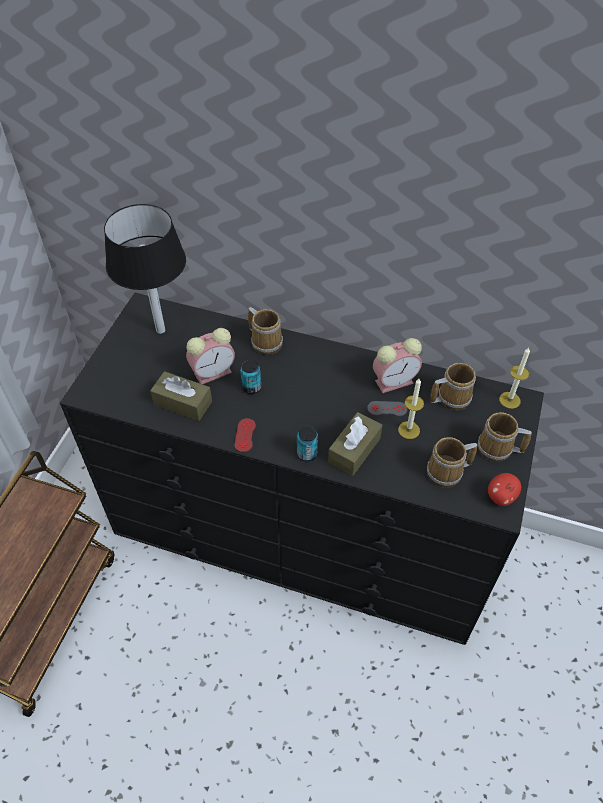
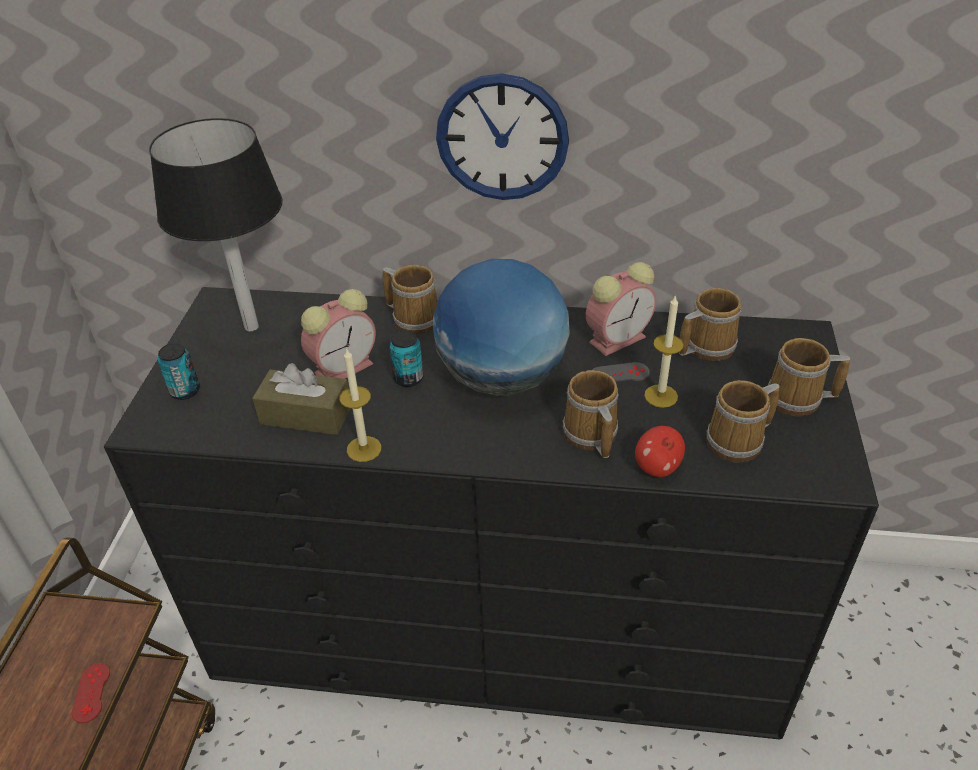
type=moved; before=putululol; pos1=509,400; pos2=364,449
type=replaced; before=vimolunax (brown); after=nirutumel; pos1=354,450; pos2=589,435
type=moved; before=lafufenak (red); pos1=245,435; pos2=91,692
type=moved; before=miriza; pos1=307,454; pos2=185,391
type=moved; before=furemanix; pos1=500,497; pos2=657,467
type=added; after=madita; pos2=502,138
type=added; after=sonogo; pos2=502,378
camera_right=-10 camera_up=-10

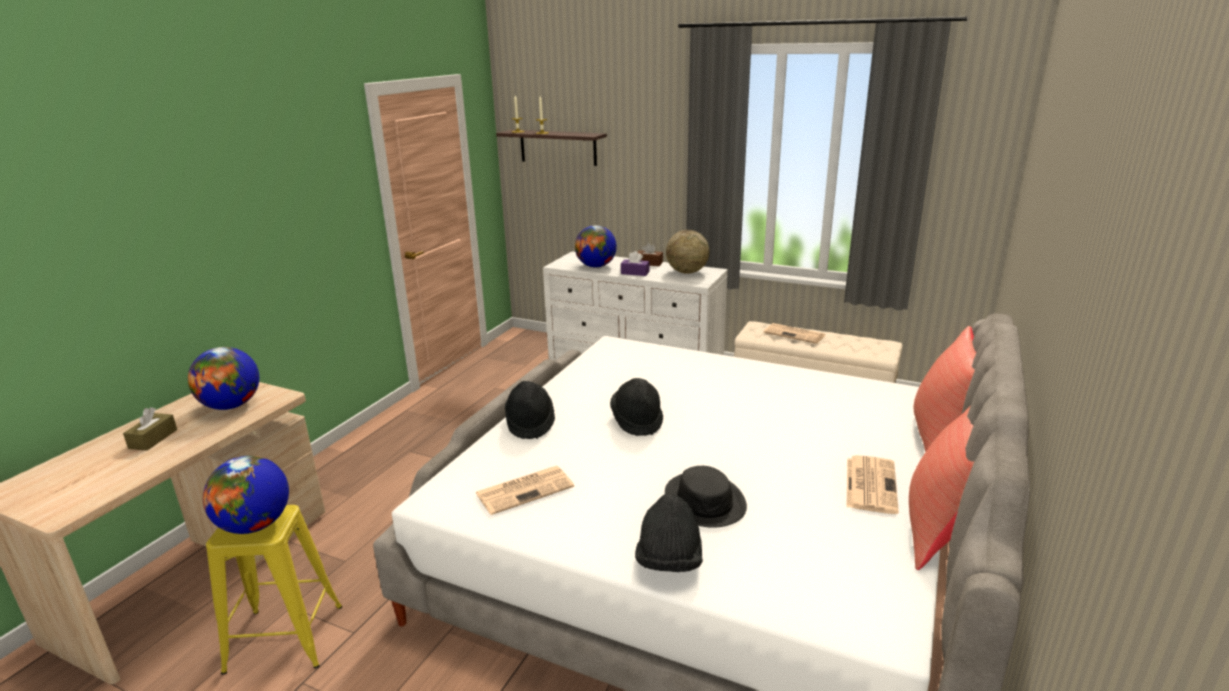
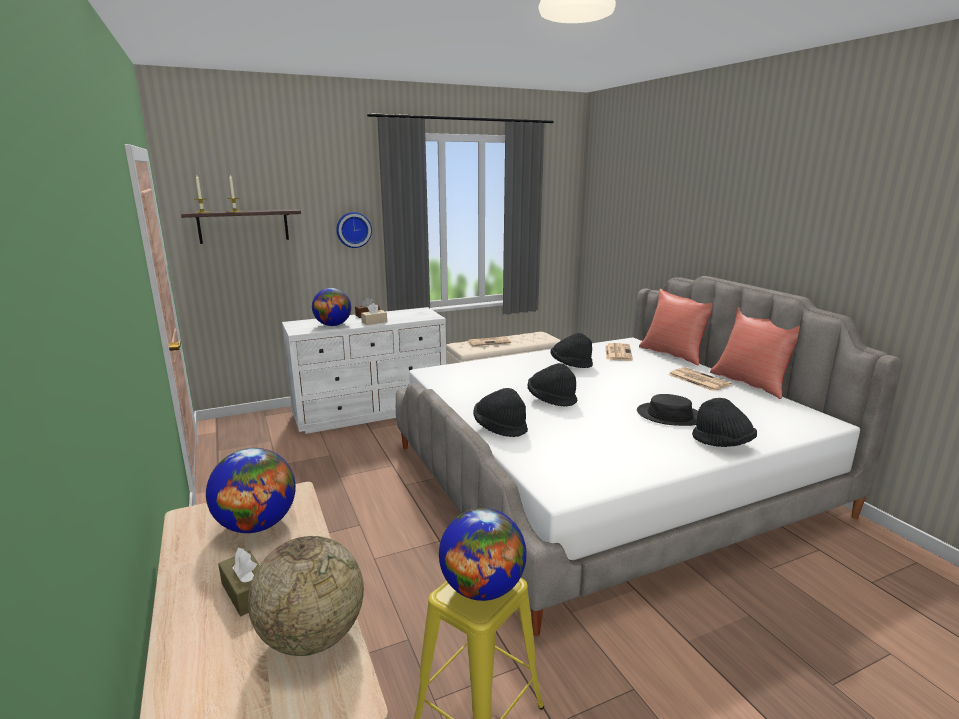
type=moved; before=sonogo; pos1=687,272; pos2=312,637
type=recoloured; before=vimolunax (purple); after=vimolunax (beige); pos1=635,273; pos2=374,322
type=moved; before=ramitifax; pos1=525,489; pos2=617,352
type=added; after=madita; pos2=353,229
type=added; after=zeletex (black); pos2=570,365
camera_right=-50 camera_up=-5

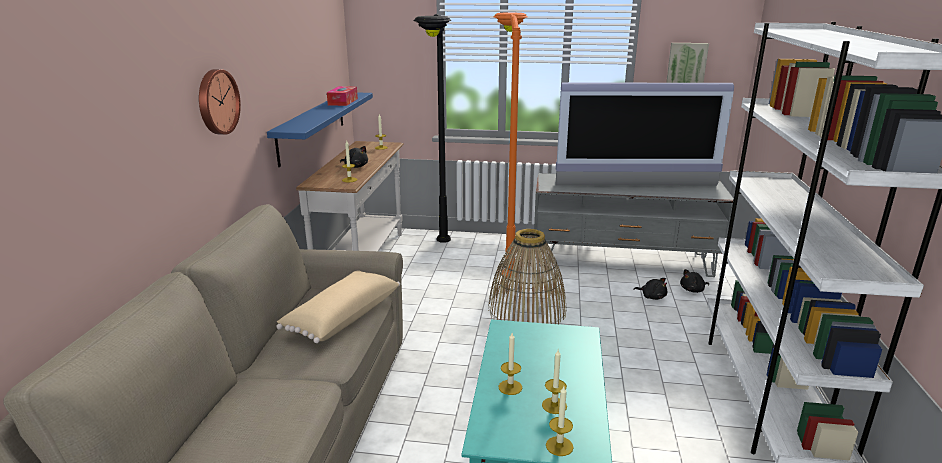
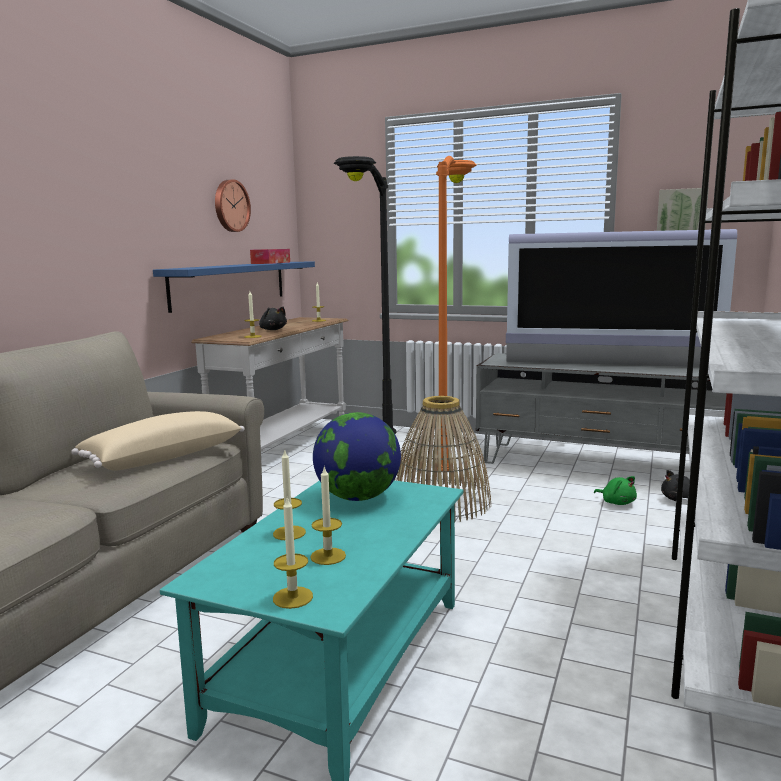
type=moved; before=madita; pos1=216,102; pos2=230,206
type=recoloured; before=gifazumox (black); after=gifazumox (green); pos1=652,297; pos2=617,502
type=added; after=sonogo; pos2=358,497
camera_right=15 camera_up=-10

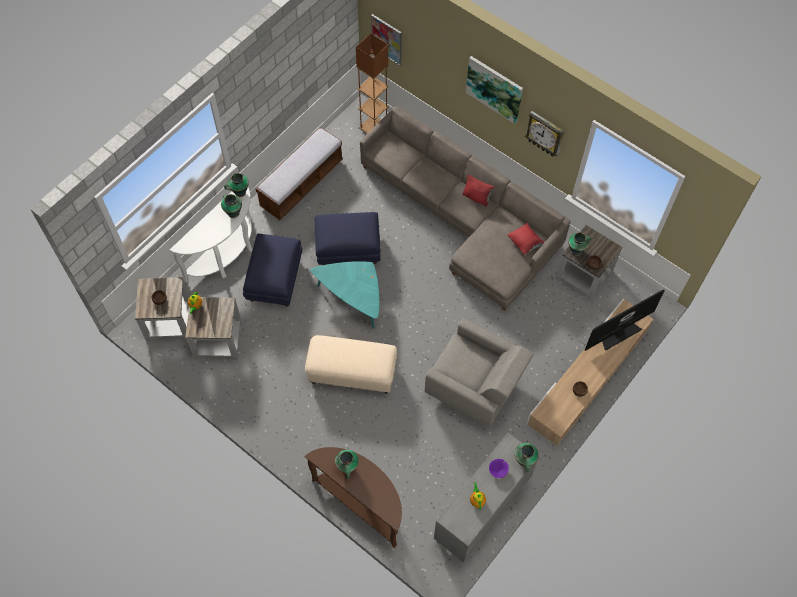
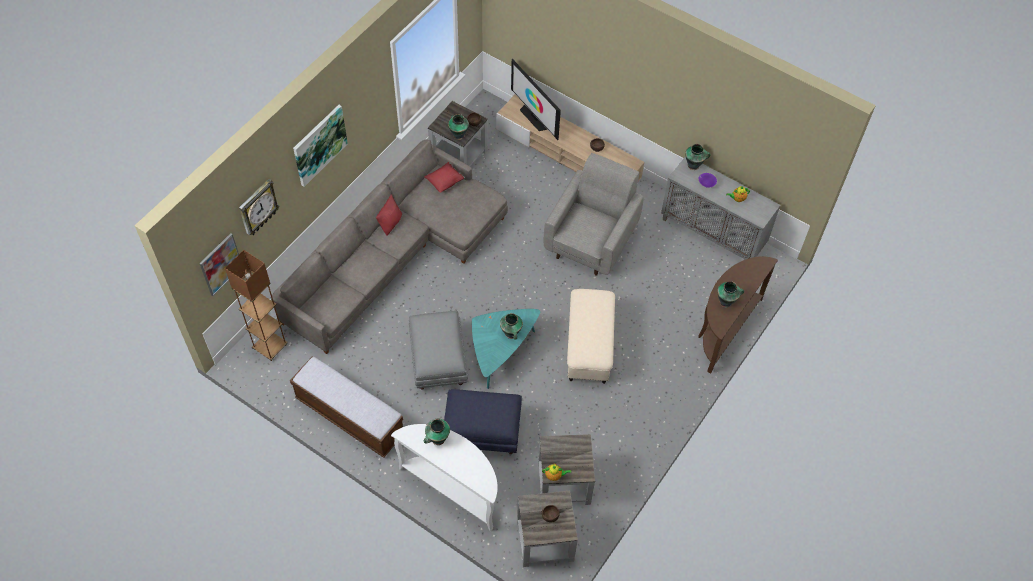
type=moved; before=madita; pos1=545,134; pos2=257,207
type=moved; before=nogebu; pos1=239,192; pos2=511,334
type=recoloured; before=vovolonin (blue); after=vovolonin (grey); pos1=347,249; pos2=438,362
camera_right=-95 camera_up=-5

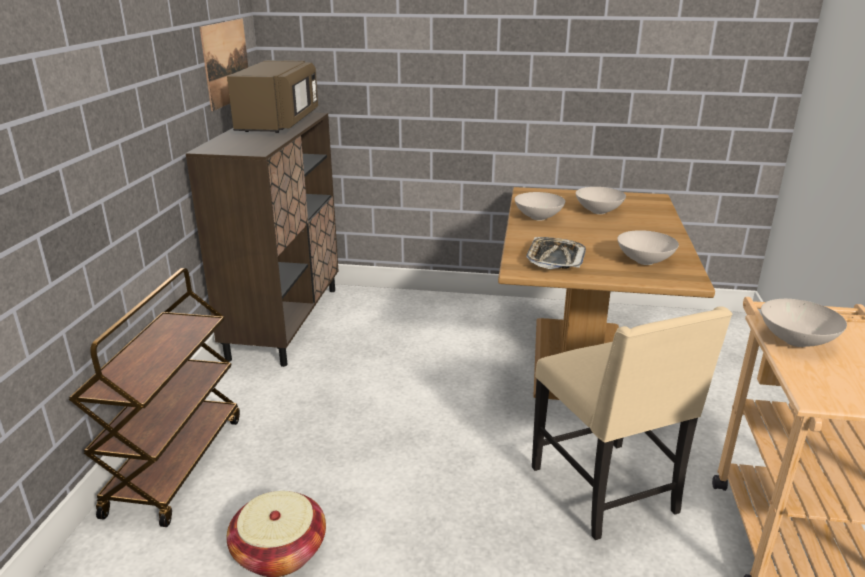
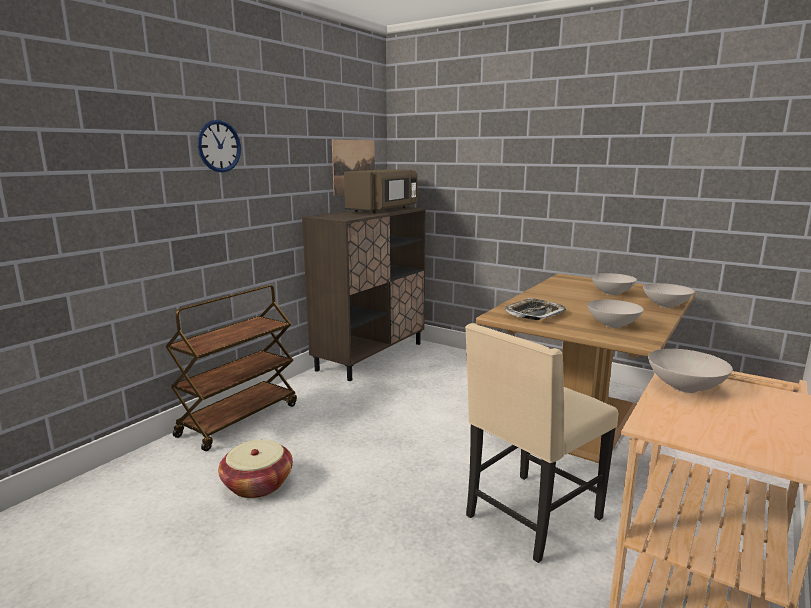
type=moved; before=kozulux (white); pos1=538,218; pos2=665,305
type=turned; before=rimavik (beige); pos1=607,491; pos2=530,517; turn=45
type=added; after=madita; pos2=219,146
camera_right=25 camera_up=-10

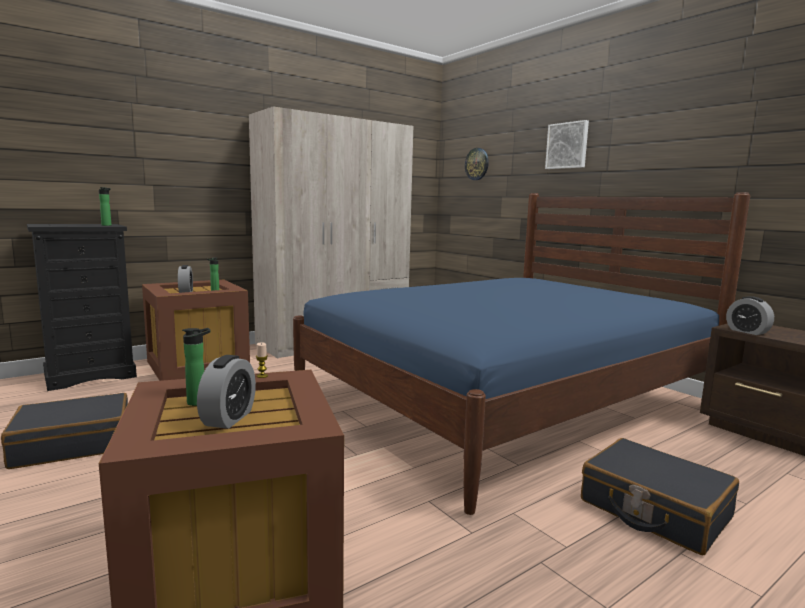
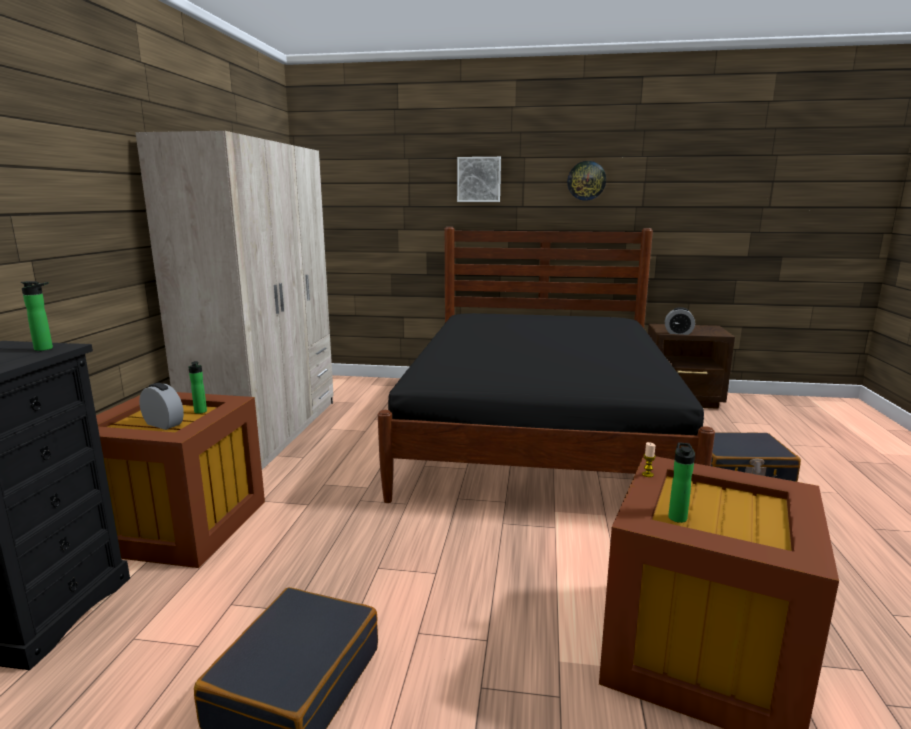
type=moved; before=madita; pos1=477,164; pos2=586,180
type=recoloured; before=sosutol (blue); after=sosutol (black); pos1=505,400; pos2=537,435
type=removed; before=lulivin; pos1=228,418
camera_right=-45 camera_up=5

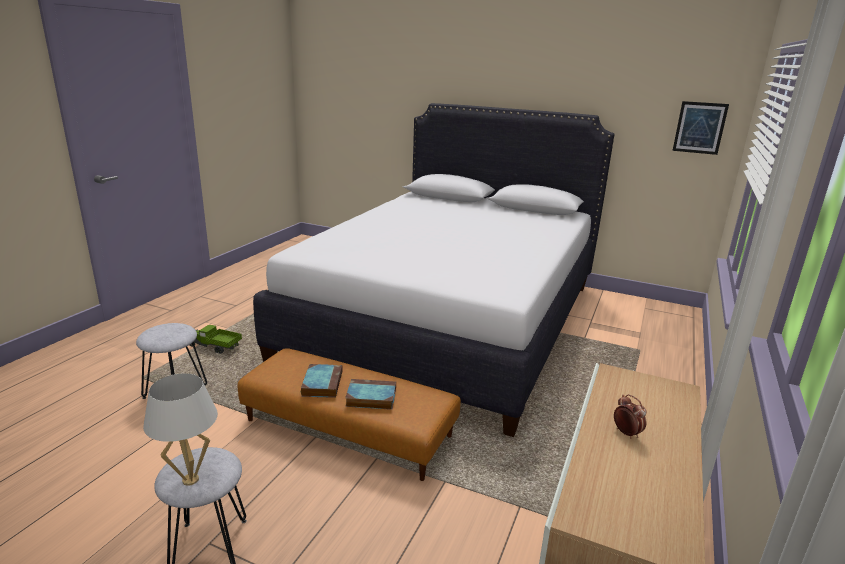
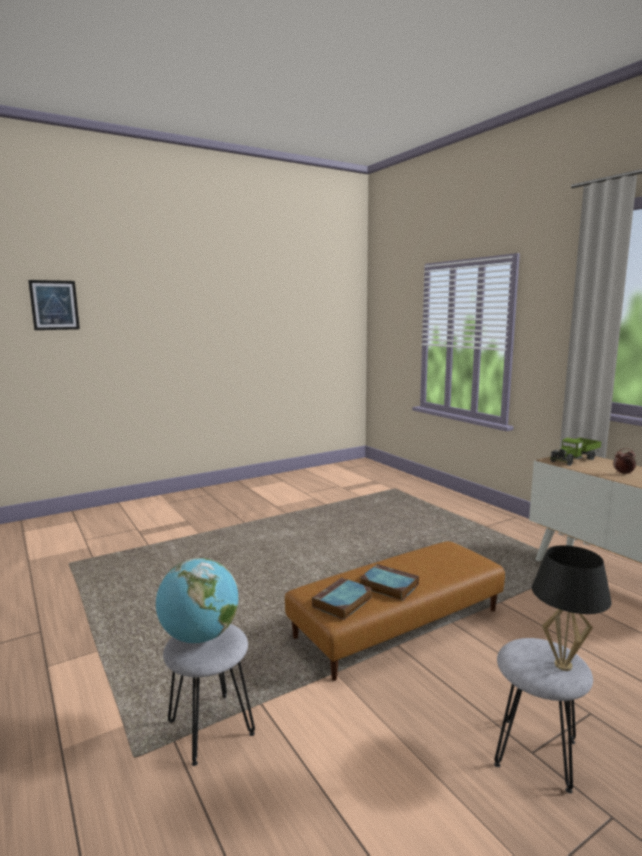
type=moved; before=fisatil; pos1=699,128; pos2=54,305
type=removed; before=sosutol (white); pos1=449,319
type=moved; before=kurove; pos1=214,347; pos2=574,459
type=recoloured; before=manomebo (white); after=manomebo (black); pos1=190,479; pos2=562,665
type=moved; before=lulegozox; pos1=370,398; pos2=342,603
type=added; after=sonogo; pos2=199,637
camera_right=-55 camera_up=-10

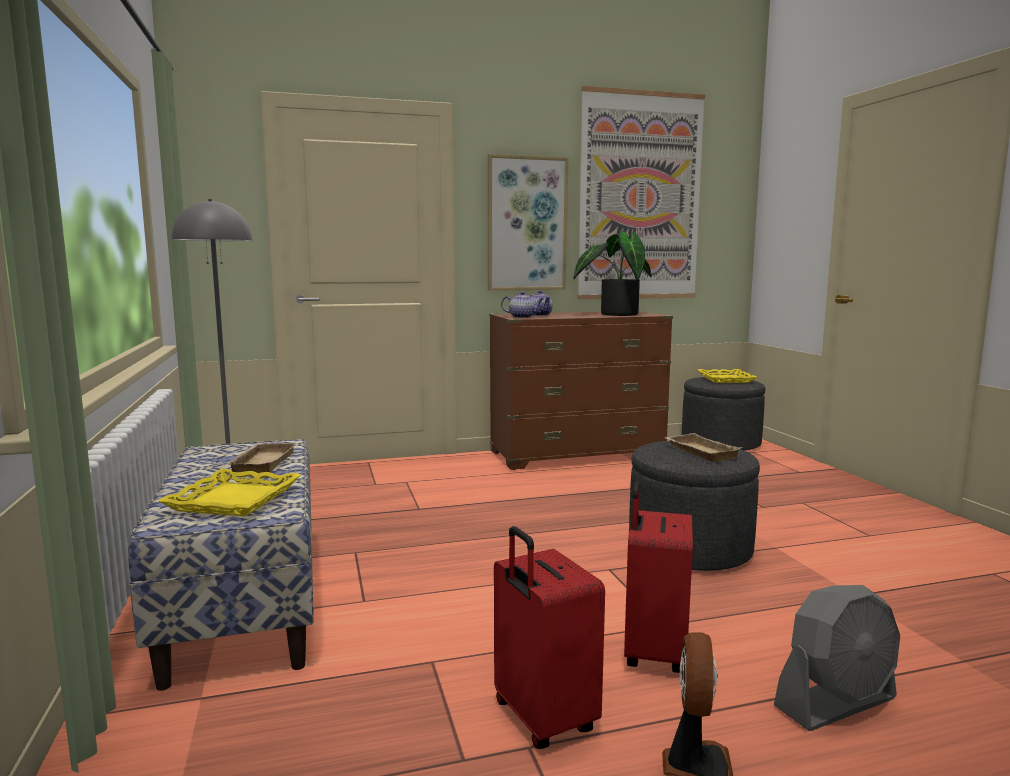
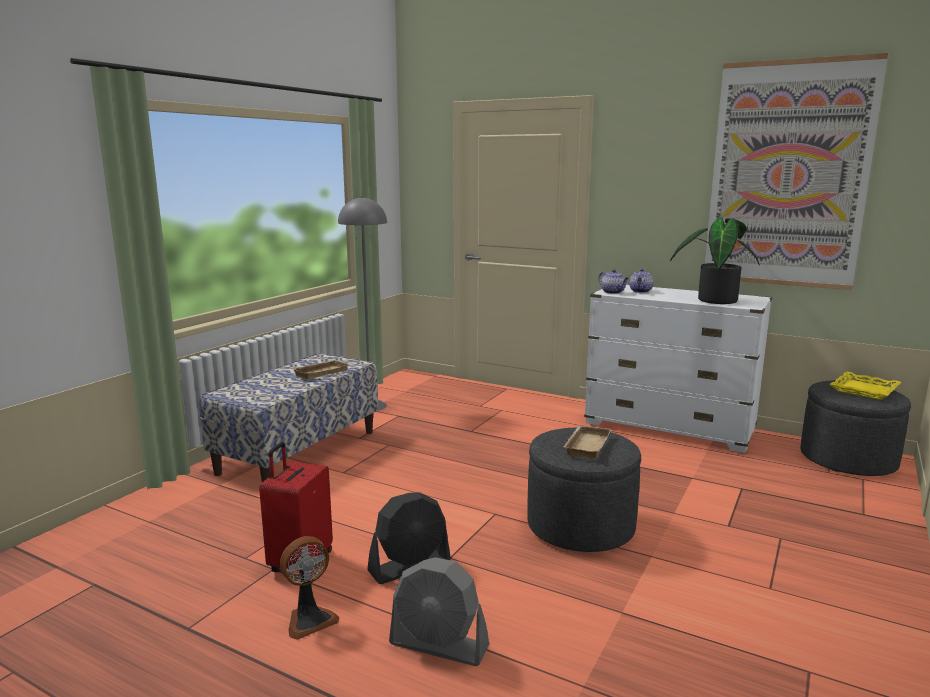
type=removed; before=fisatil; pos1=526,224
type=recoloured; before=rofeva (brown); after=rofeva (white); pos1=577,455; pos2=669,427
type=removed; before=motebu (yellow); pos1=233,500
type=replaced; before=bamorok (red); after=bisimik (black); pos1=653,652; pos2=410,566
camera_right=45 camera_up=5

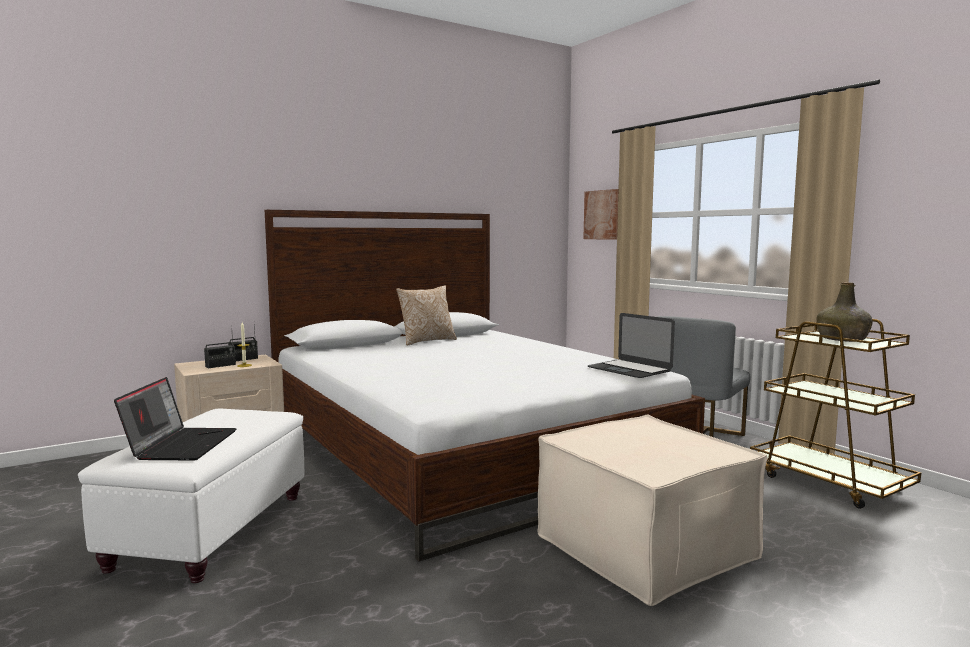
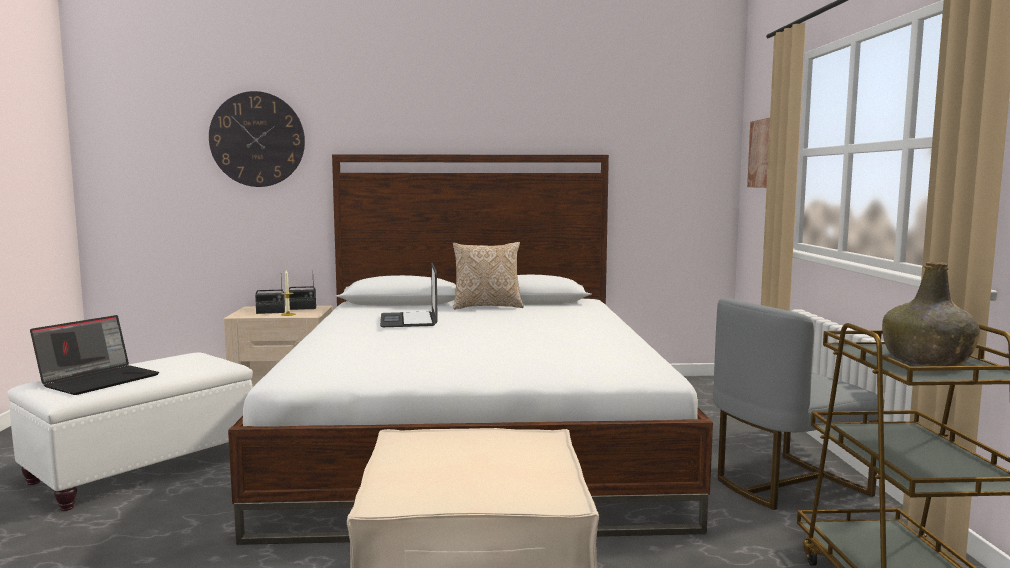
type=moved; before=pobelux; pos1=629,369; pos2=409,320
type=added; after=madita; pos2=257,139
camera_right=30 camera_up=0

